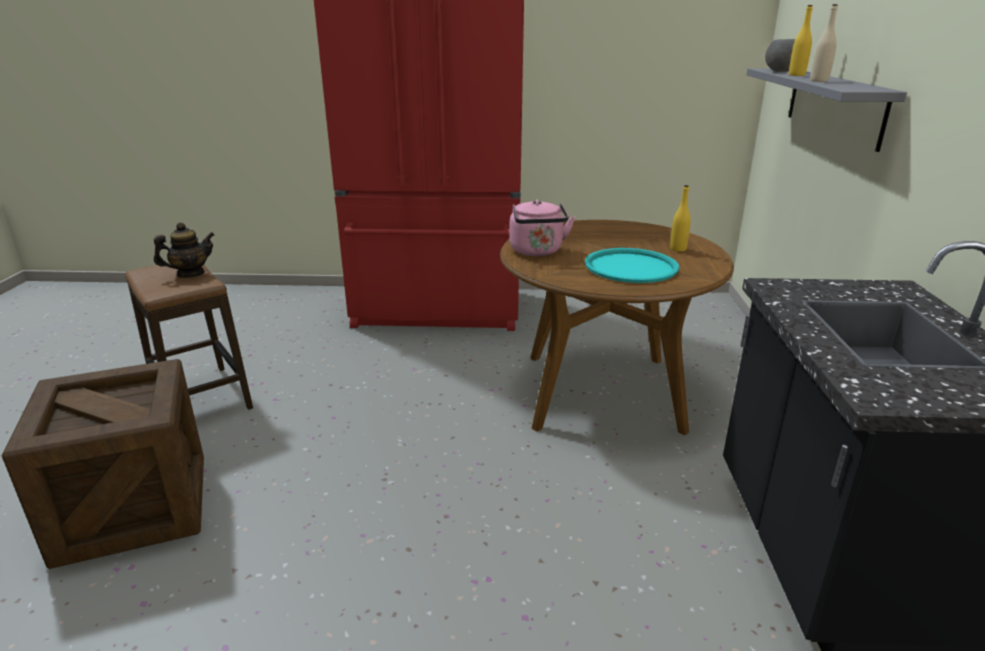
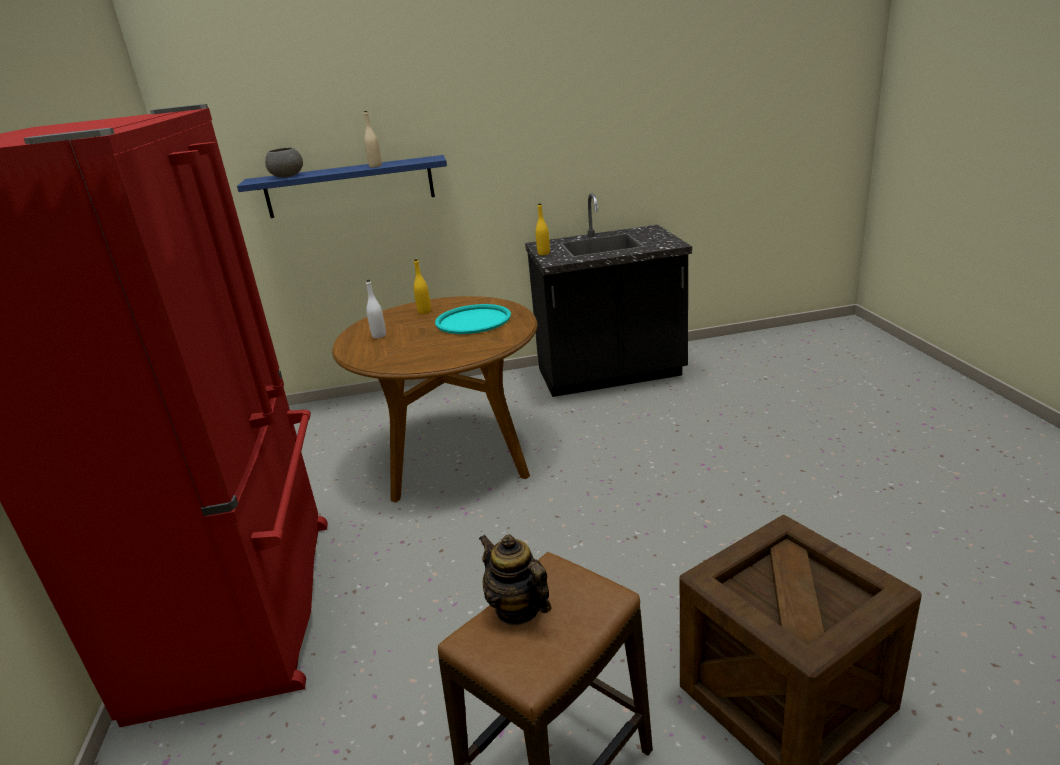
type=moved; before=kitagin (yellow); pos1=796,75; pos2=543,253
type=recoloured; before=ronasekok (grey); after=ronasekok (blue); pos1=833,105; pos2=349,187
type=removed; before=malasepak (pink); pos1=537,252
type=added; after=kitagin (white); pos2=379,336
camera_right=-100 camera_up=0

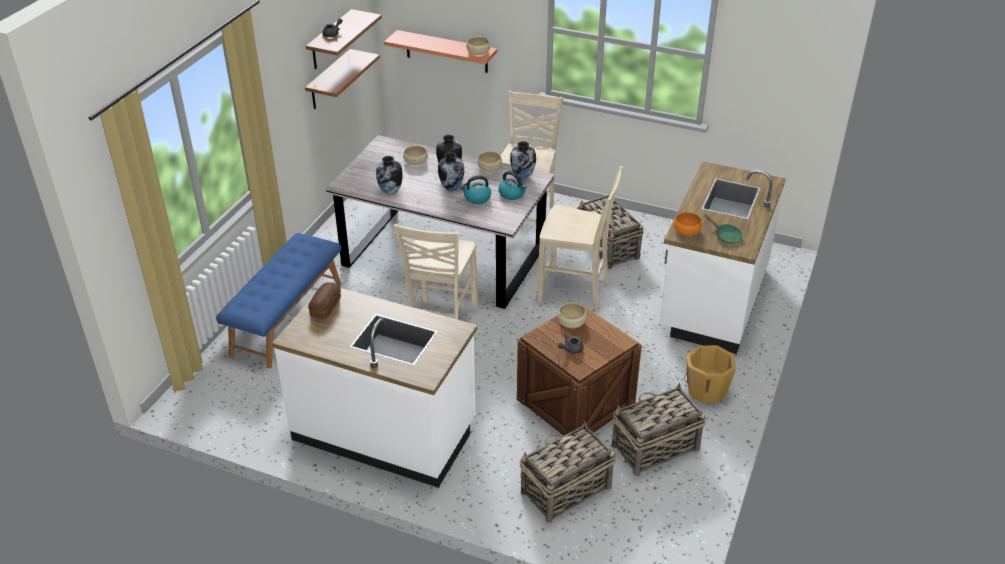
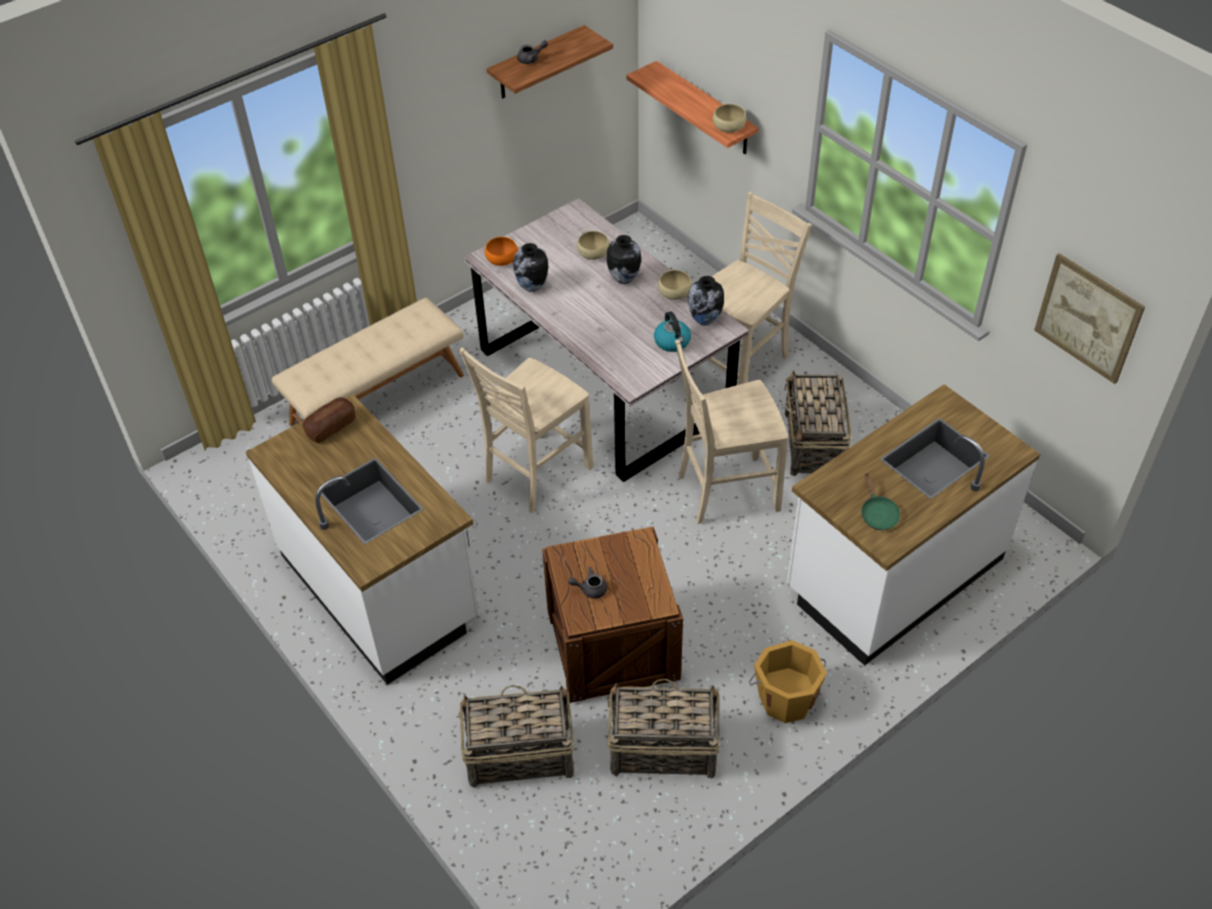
type=removed; before=ronasekok; pos1=329,80
type=removed; before=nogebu; pos1=452,188
type=turned; before=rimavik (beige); pos1=575,291; pos2=725,491; turn=120
type=removed; before=malasepak; pos1=477,198
type=moved; before=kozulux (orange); pos1=686,230; pos2=501,259
type=recoloured; before=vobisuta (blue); after=vobisuta (beige); pos1=286,318; pos2=377,398
type=removed; before=kozulux (beige); pos1=571,322
type=added; after=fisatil; pos2=1088,318
camera_right=30 camera_up=10

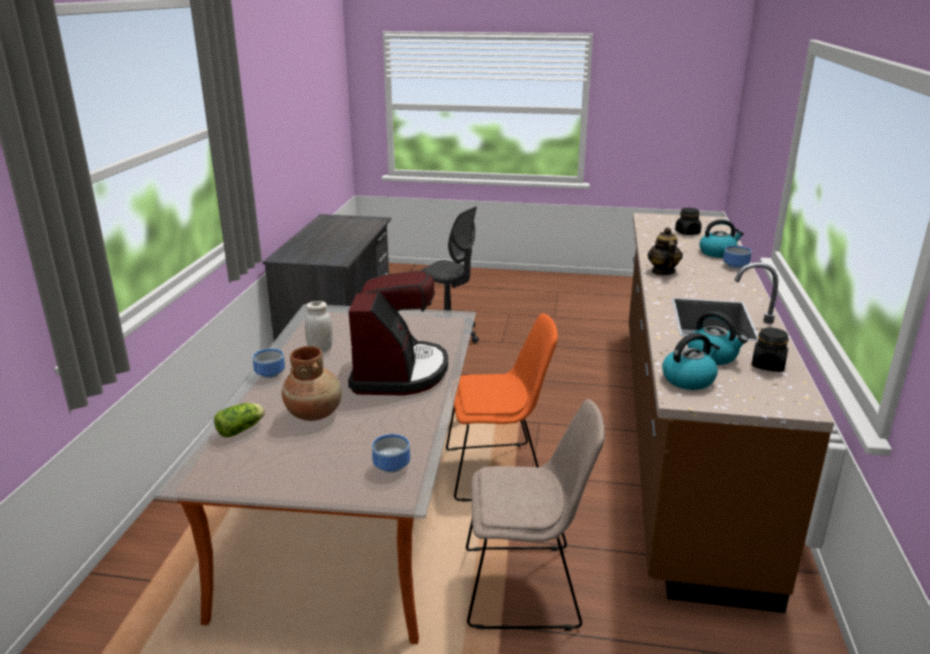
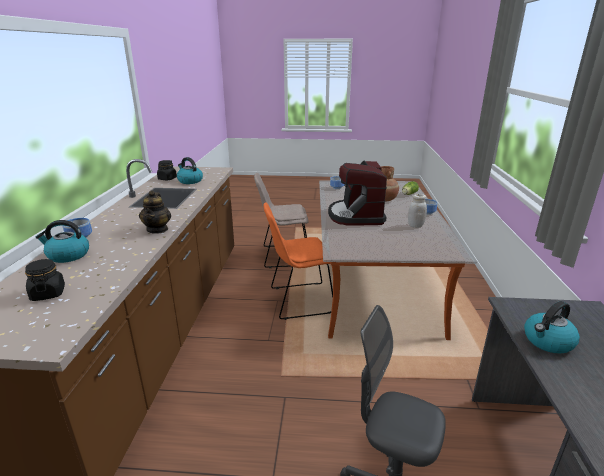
type=moved; before=malasepak; pos1=689,379; pos2=547,341
camera_right=175 camera_up=0

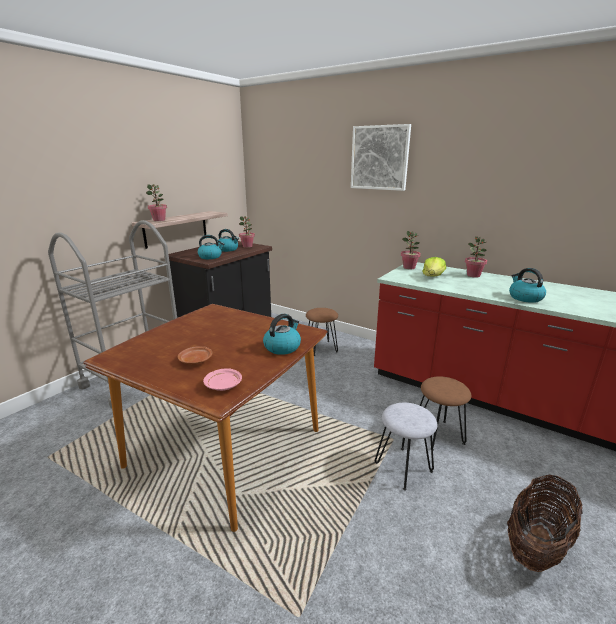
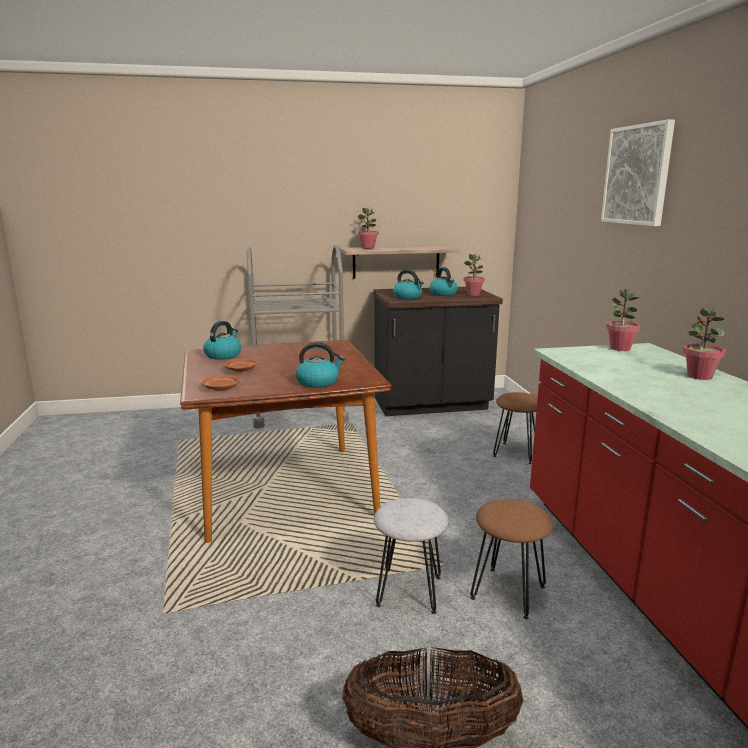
type=removed; before=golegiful; pos1=433,276
type=moved; before=malasepak; pos1=524,298; pos2=223,355
type=recoloured; before=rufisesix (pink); after=rufisesix (brown); pos1=223,385; pos2=221,388
camera_right=45 camera_up=-5

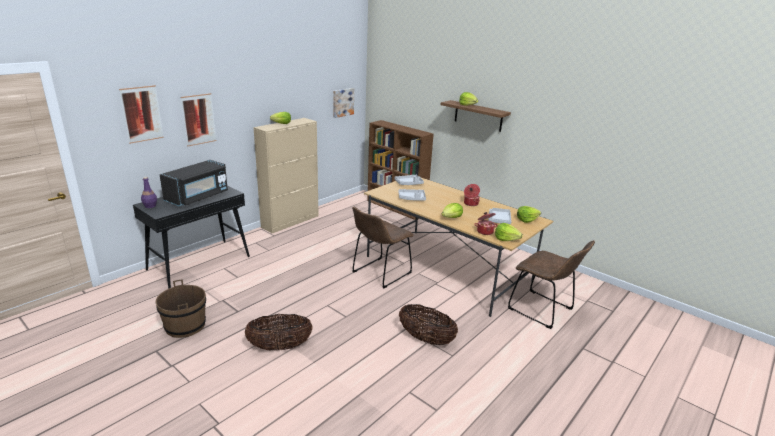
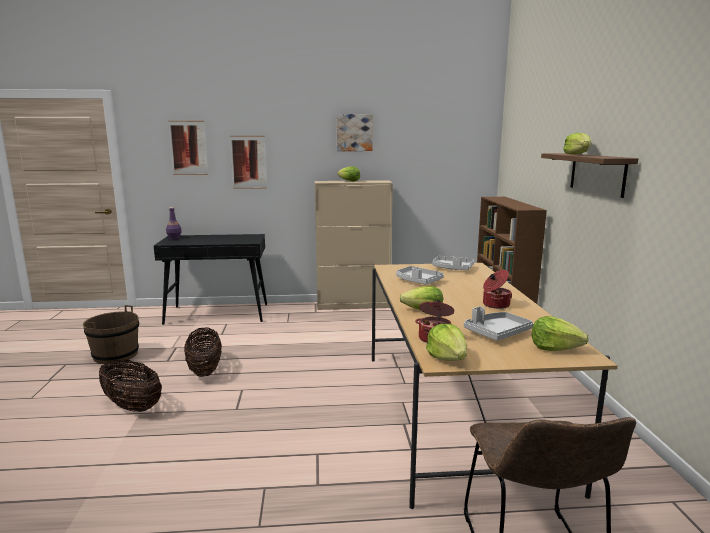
type=moved; before=fisatil; pos1=342,102; pos2=354,132
type=removed; before=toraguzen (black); pos1=198,197
type=removed; before=rimavik (brown); pos1=379,274
type=moved; before=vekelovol; pos1=426,339; pos2=205,370
camera_right=45 camera_up=-10

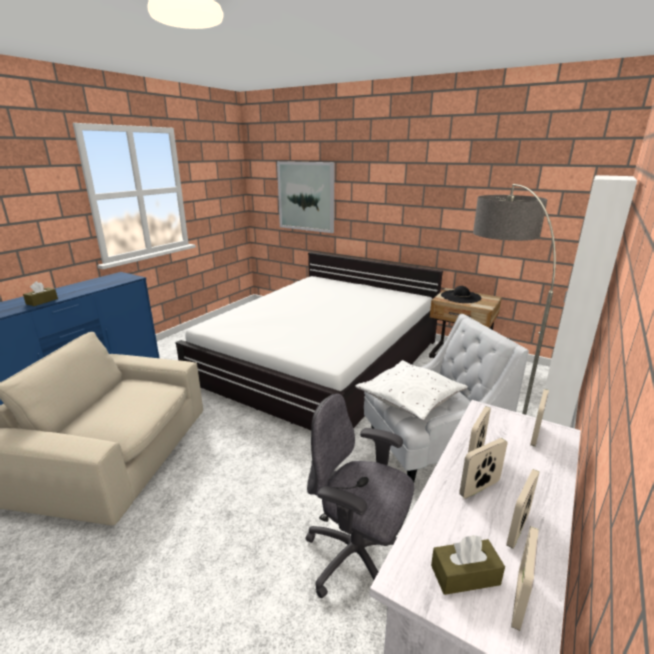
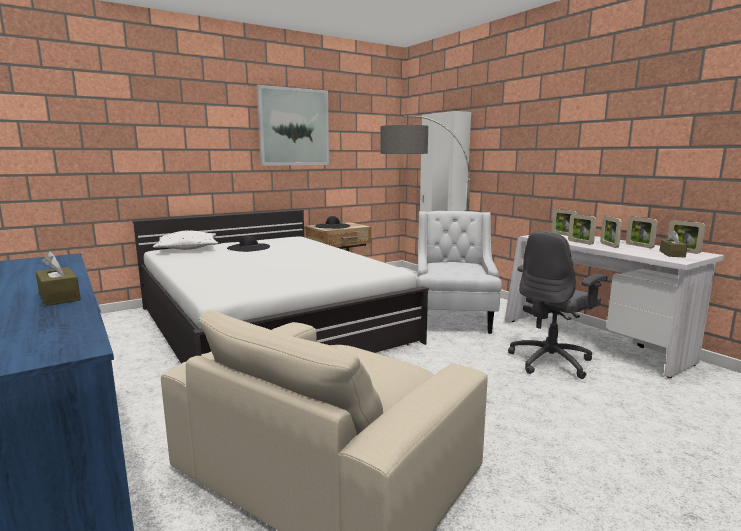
type=moved; before=fisatil; pos1=306,196; pos2=294,127
type=moved; before=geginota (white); pos1=410,397; pos2=187,249
type=added; after=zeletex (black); pos2=248,247
camera_right=-65 camera_up=-10

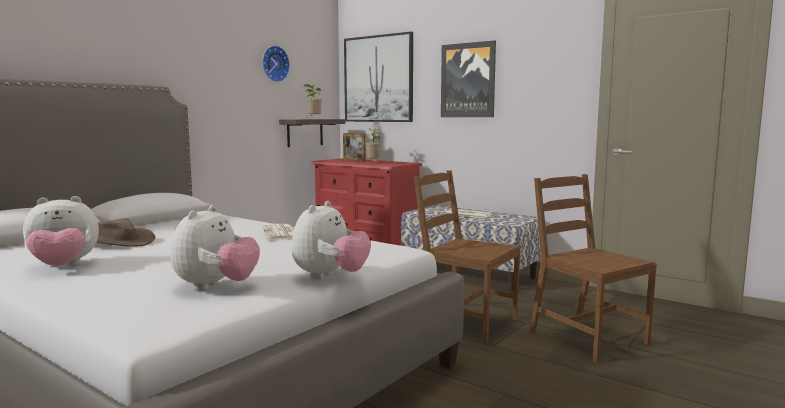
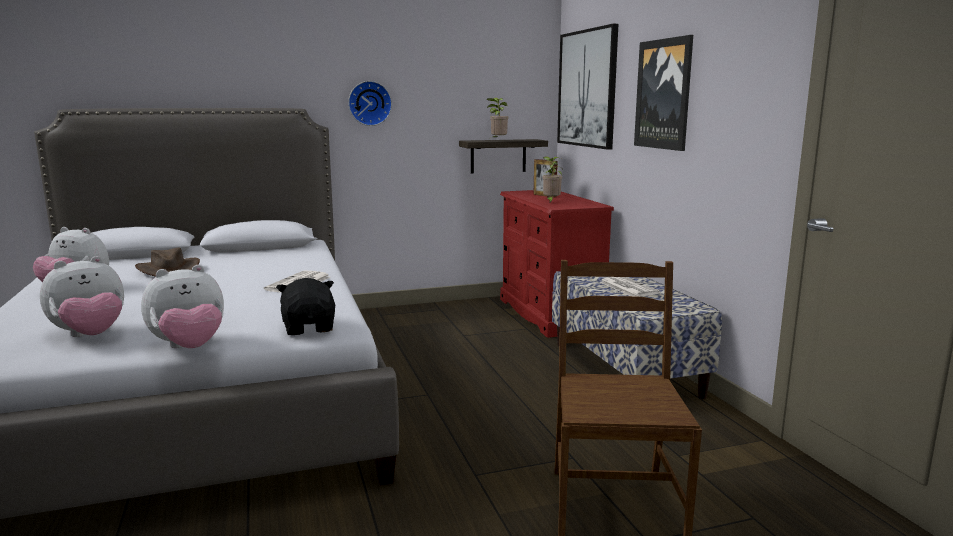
type=moved; before=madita; pos1=274,64; pos2=369,103
type=removed; before=rimavik (brown); pos1=464,322
type=added; after=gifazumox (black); pos2=309,328
camera_right=35 camera_up=5

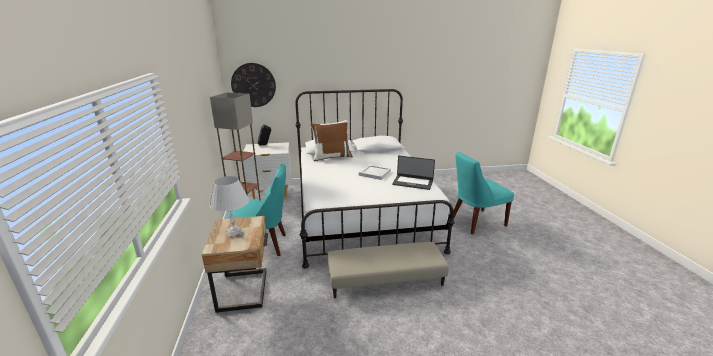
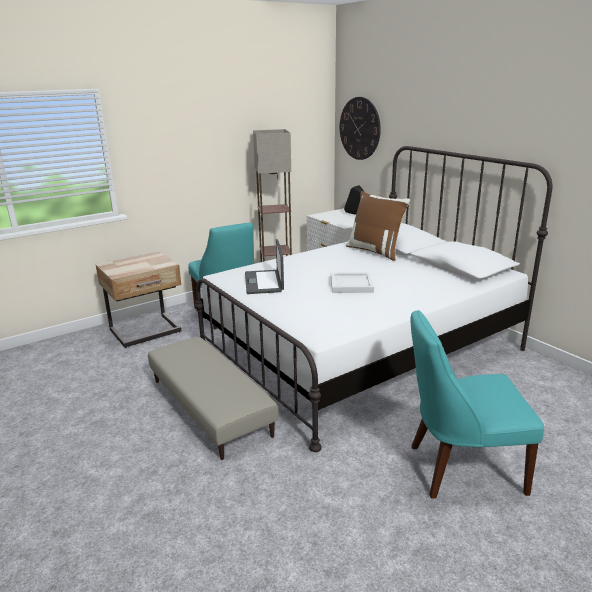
type=turned; before=rimavik (turquoise); pos1=475,222; pos2=460,468; turn=-45
type=moved; before=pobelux; pos1=413,182; pos2=264,282
type=removed; before=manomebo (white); pos1=234,233
camera_right=65 camera_up=0

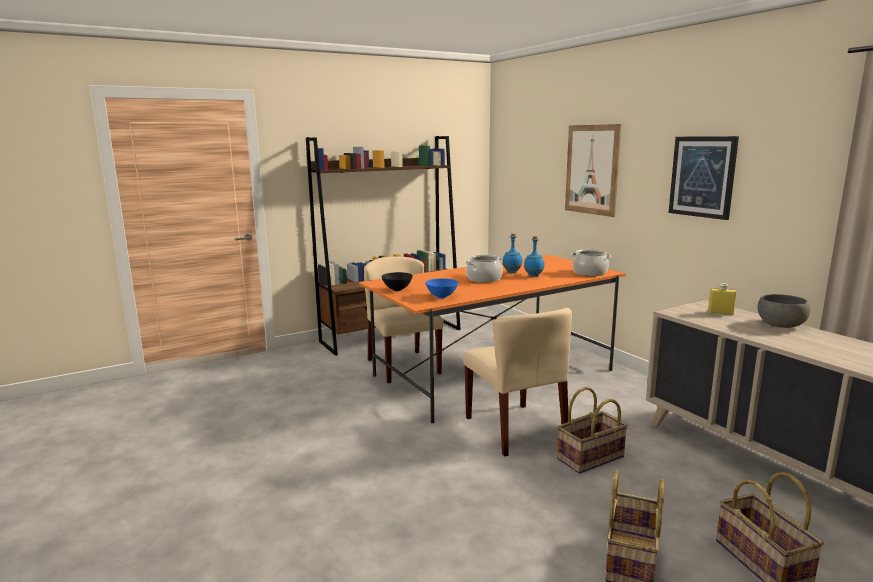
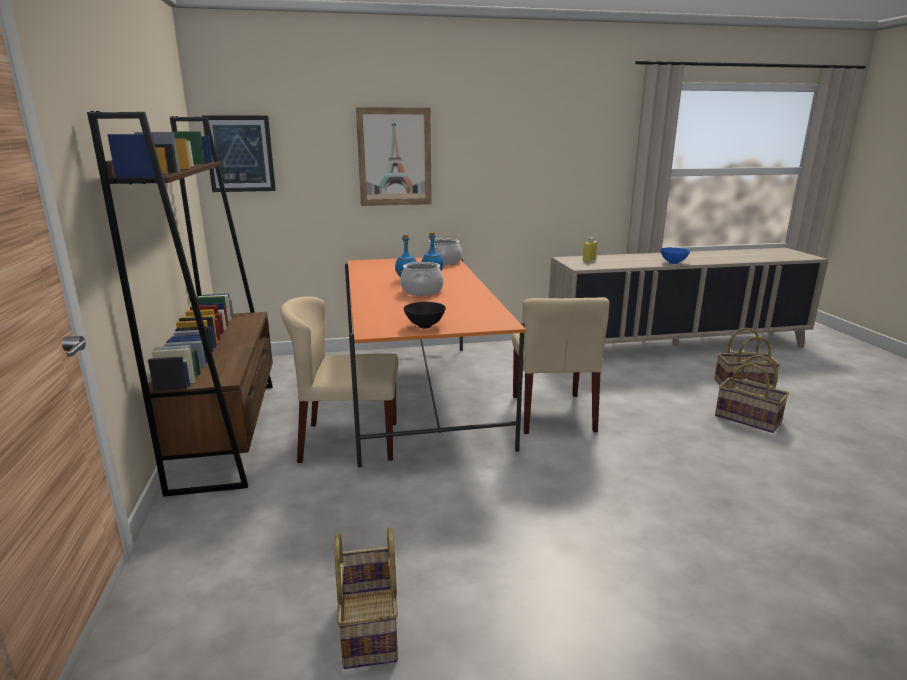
type=moved; before=fisatil; pos1=702,176; pos2=240,154
type=moved; before=kozulux (blue); pos1=441,297; pos2=673,263
type=removed; before=kozulux (grey); pos1=781,325
type=turned; before=rimavik (beige); pos1=515,429; pos2=552,413; turn=90
type=moved; before=vekelovol; pos1=591,458; pos2=370,627
camera_right=-70 camera_up=5

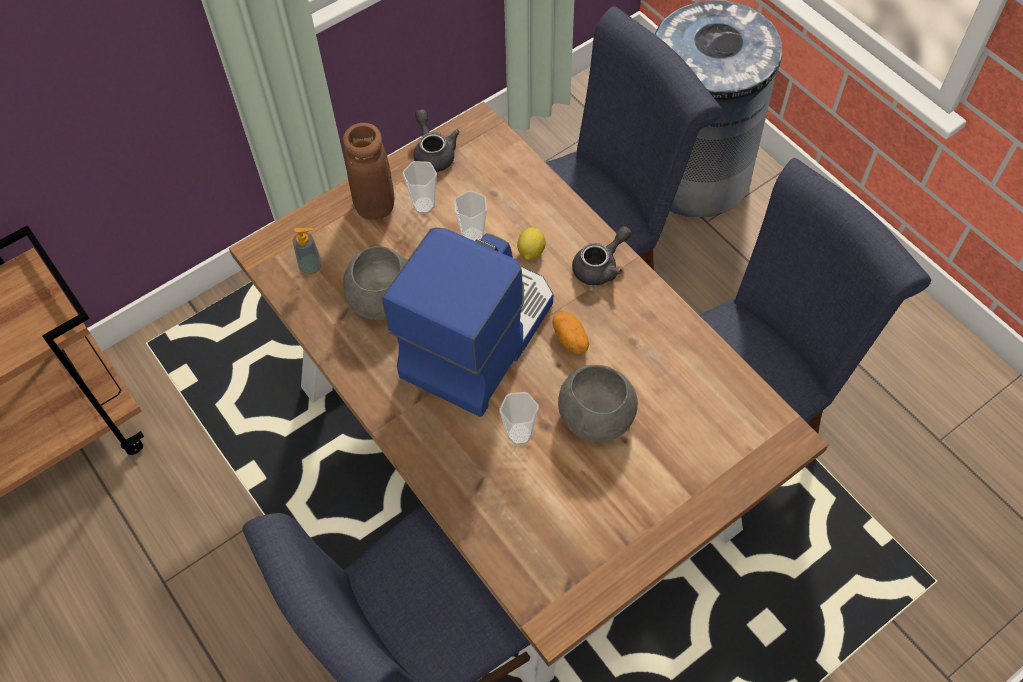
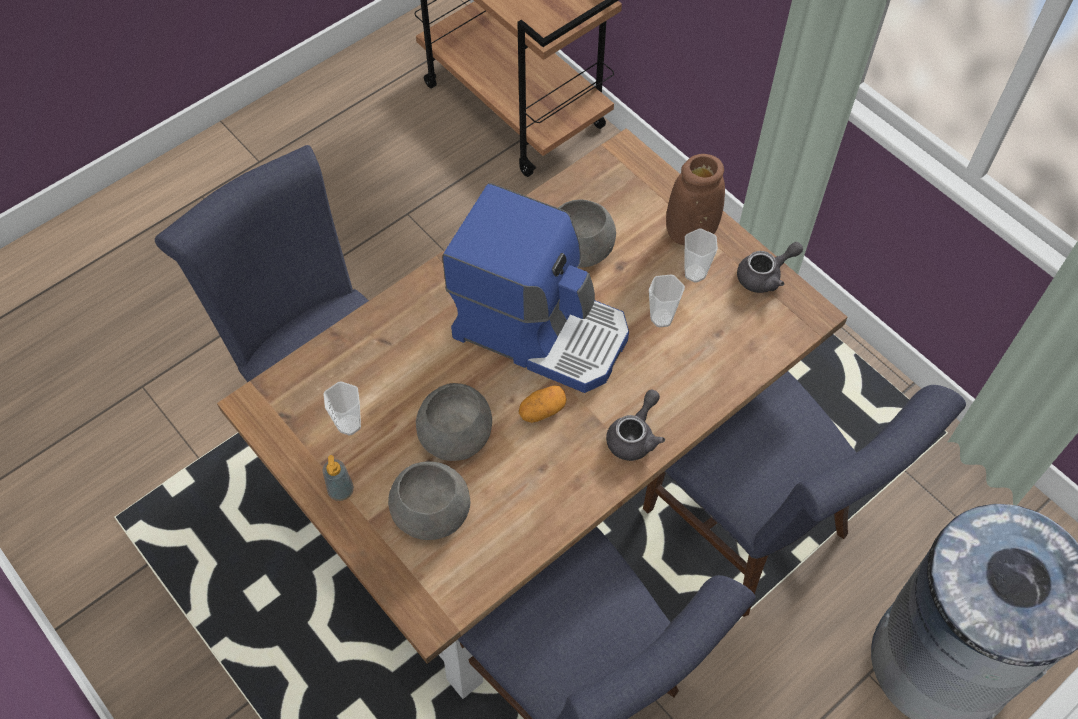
type=turned; before=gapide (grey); pos1=600,266; pos2=635,436; turn=-105
type=removed; before=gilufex; pos1=530,252
type=moved; before=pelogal; pos1=311,266; pos2=341,491
type=moved; before=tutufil; pos1=519,434; pos2=349,424
type=added; after=kozulux (grey); pos2=433,512
camera_right=85 camera_up=0

